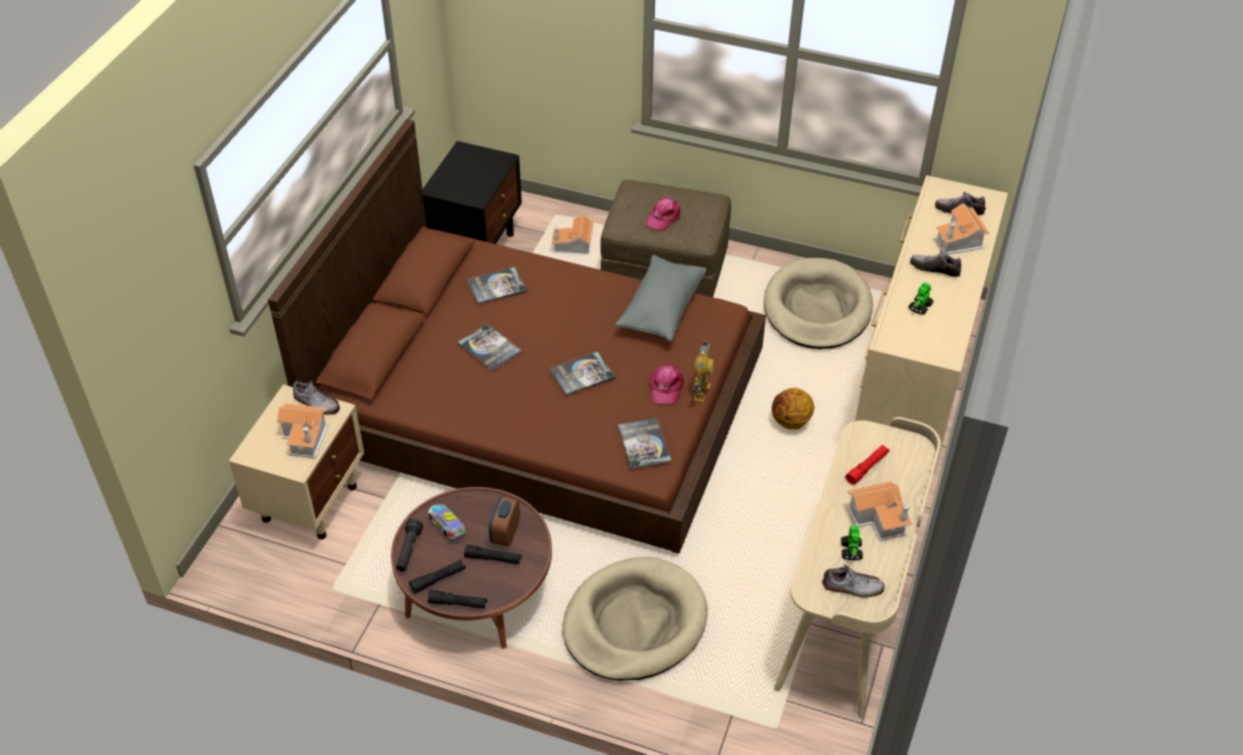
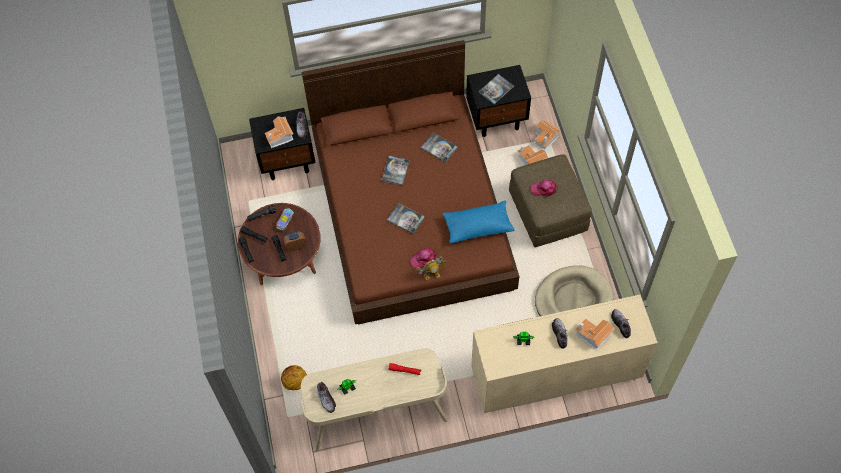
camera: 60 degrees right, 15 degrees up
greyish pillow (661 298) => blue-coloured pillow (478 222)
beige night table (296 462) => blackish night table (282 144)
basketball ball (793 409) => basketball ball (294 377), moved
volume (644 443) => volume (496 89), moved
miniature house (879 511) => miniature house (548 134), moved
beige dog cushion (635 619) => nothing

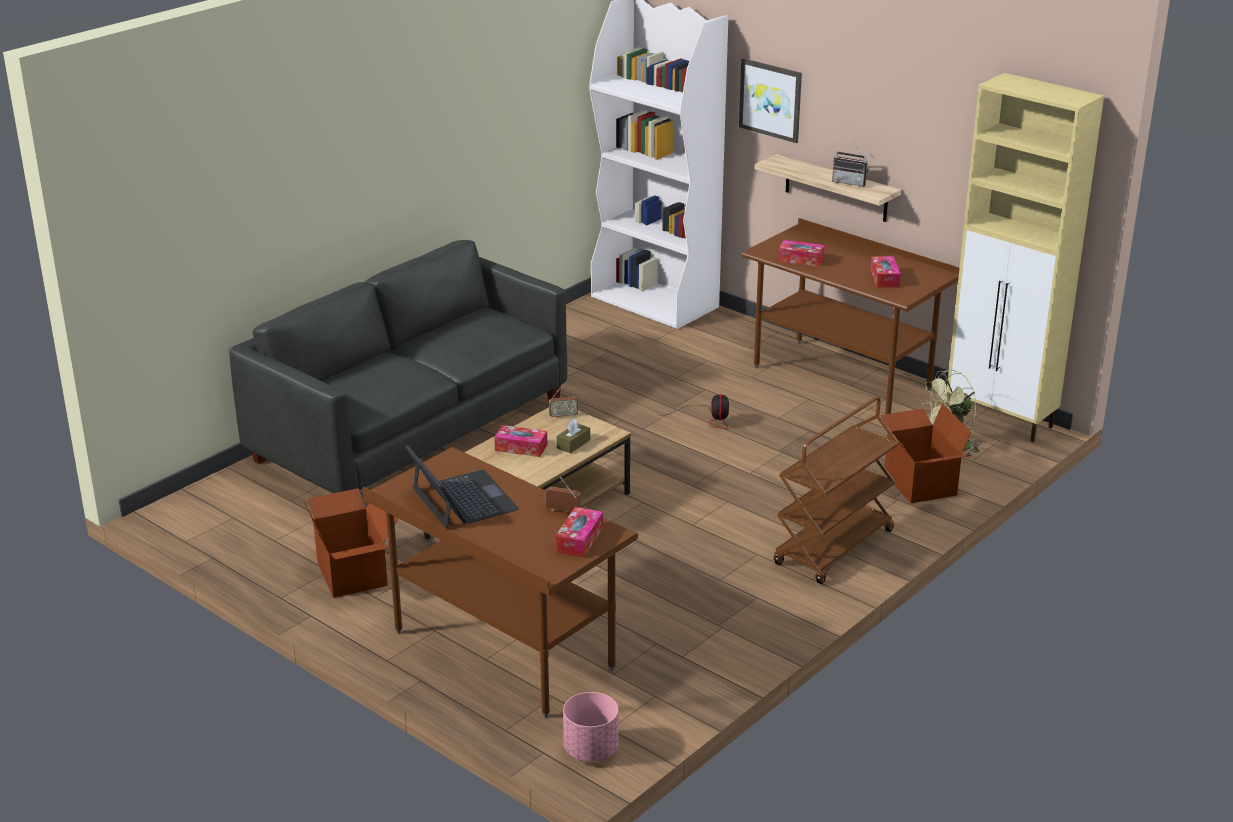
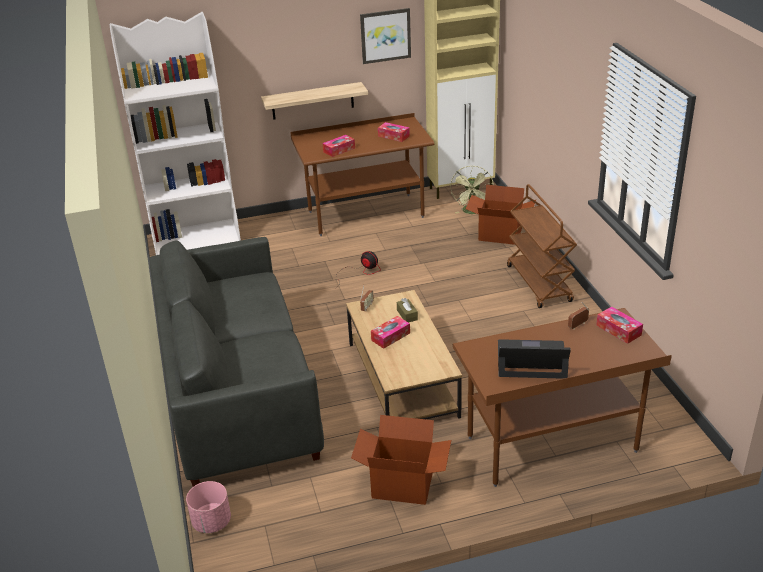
camera: 55 degrees left, 5 degrees up
wall art (770 100) => wall art (385 36), moved
radio (850 164) => nothing
pinkish planter (591 727) => pinkish planter (208 507), moved

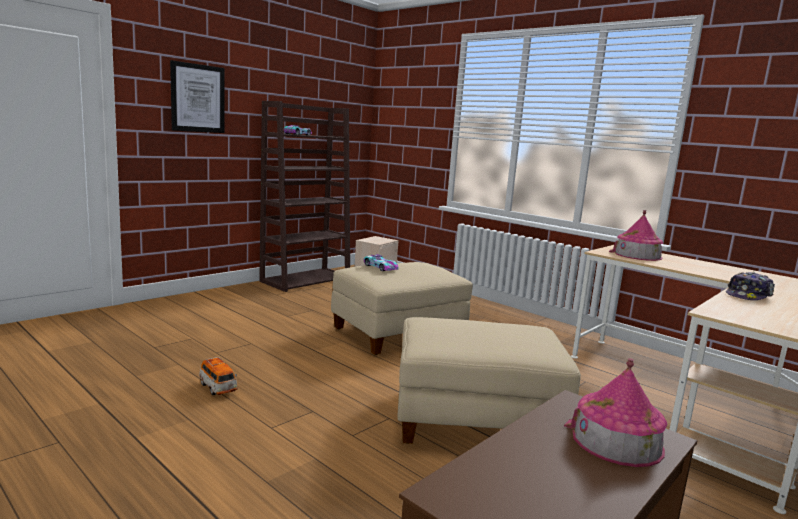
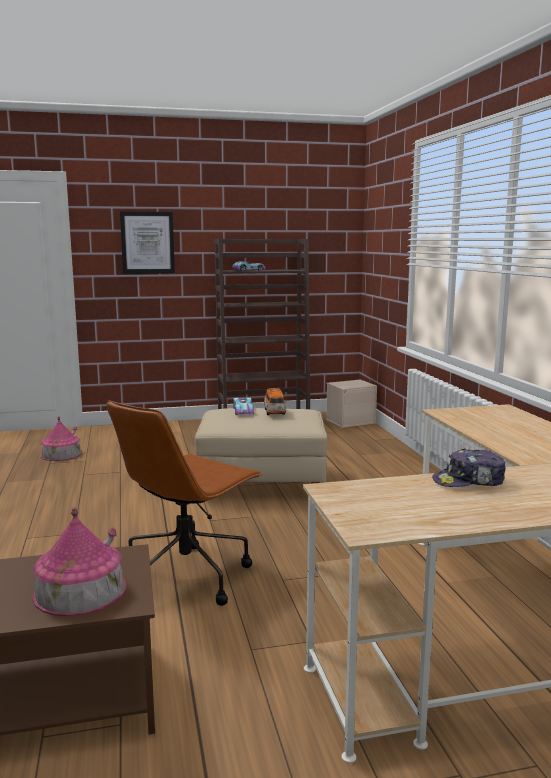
camera: 35 degrees right, 0 degrees up
miniature house (636 235) => miniature house (61 438), moved
beige ottoman (489 380) => brown-coloured desk chair (184 503)
toy car (218 376) => toy car (275 401), moved

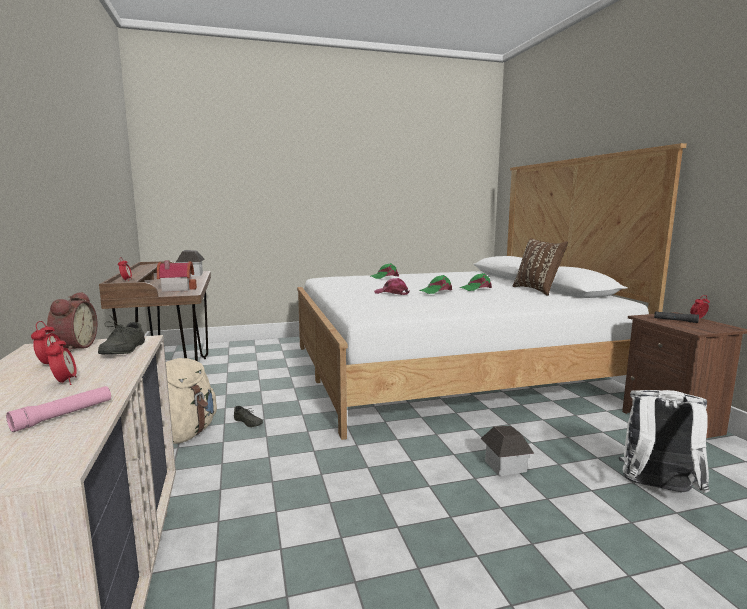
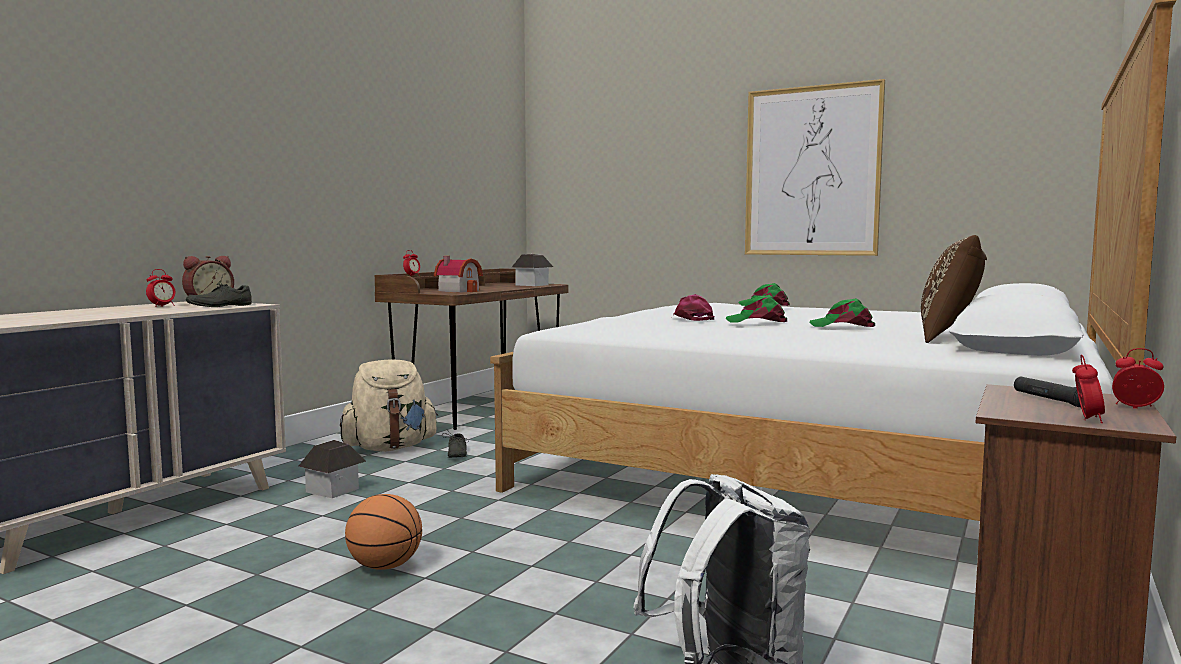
camera: 45 degrees right, 5 degrees down
bedside clock (61 360) => bedside clock (1088 388), moved
pinkish hand torch (58 409) => nothing
miniature house (507 451) => miniature house (332 469), moved
nothing => wall art (815 167)
nothing => basketball ball (383 532)

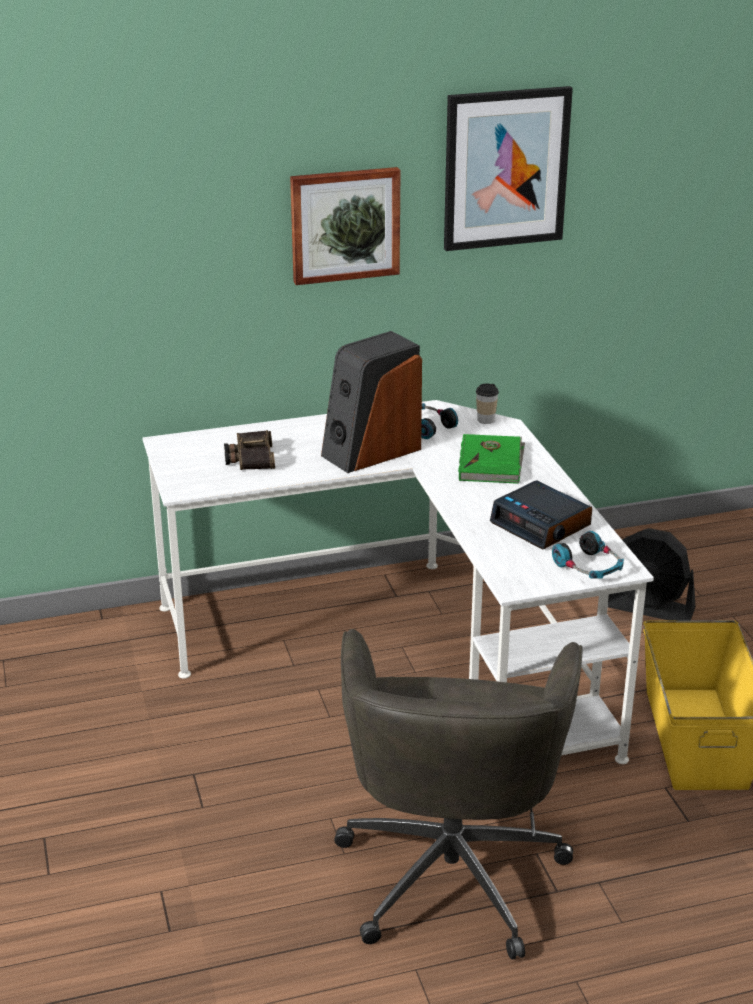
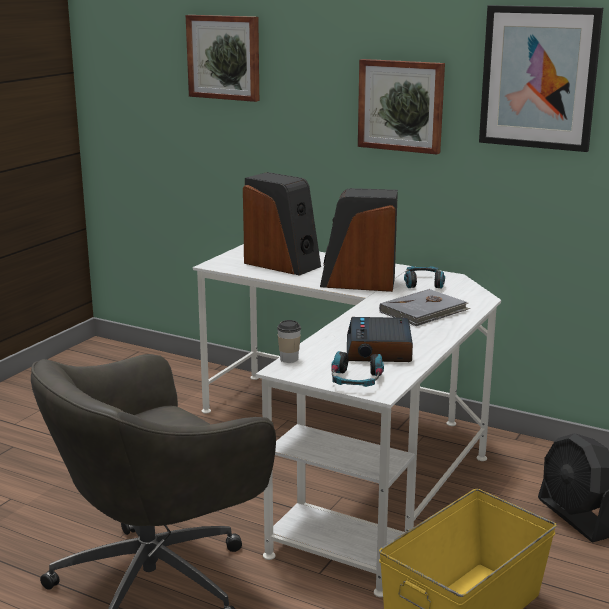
camera: 45 degrees right, 10 degrees down
cup (487 404) => cup (289 341), moved
binoculars (249 450) => audio speaker (282 224)
greenish volume (491 459) => greyish volume (424 307)
nothing => wall art (222 58)

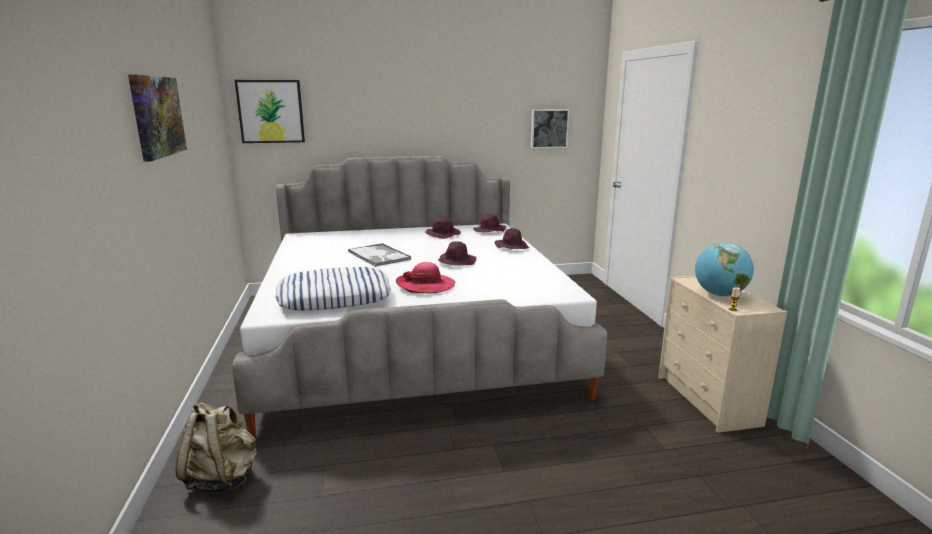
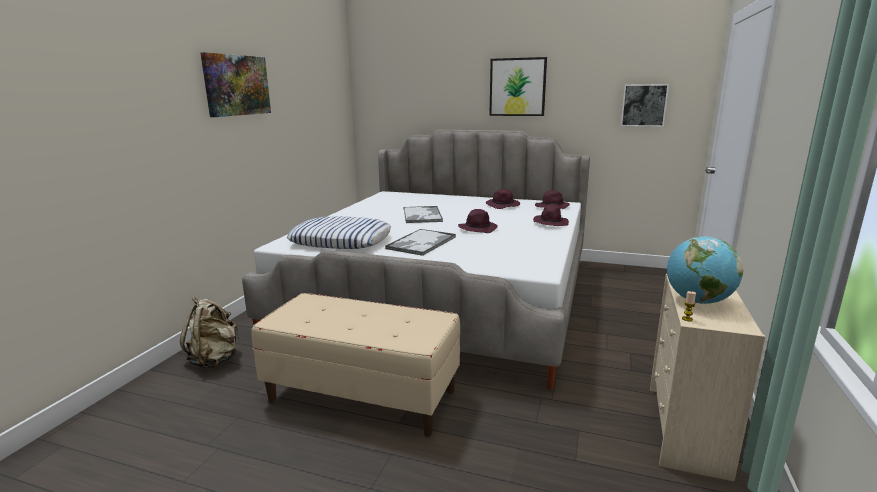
camera: 30 degrees right, 0 degrees up
wall art (270 111) => wall art (518 86), moved
hat (425 277) => serving tray (420 242)
nothing => beige long seat (355 365)

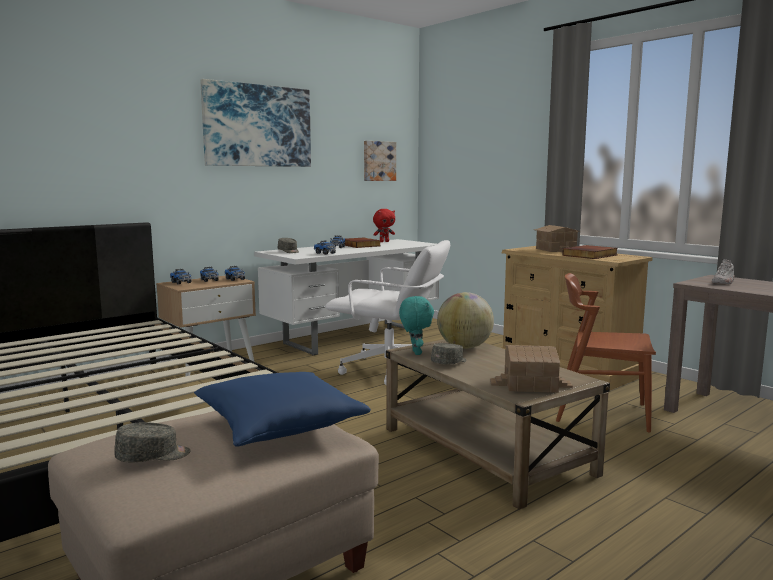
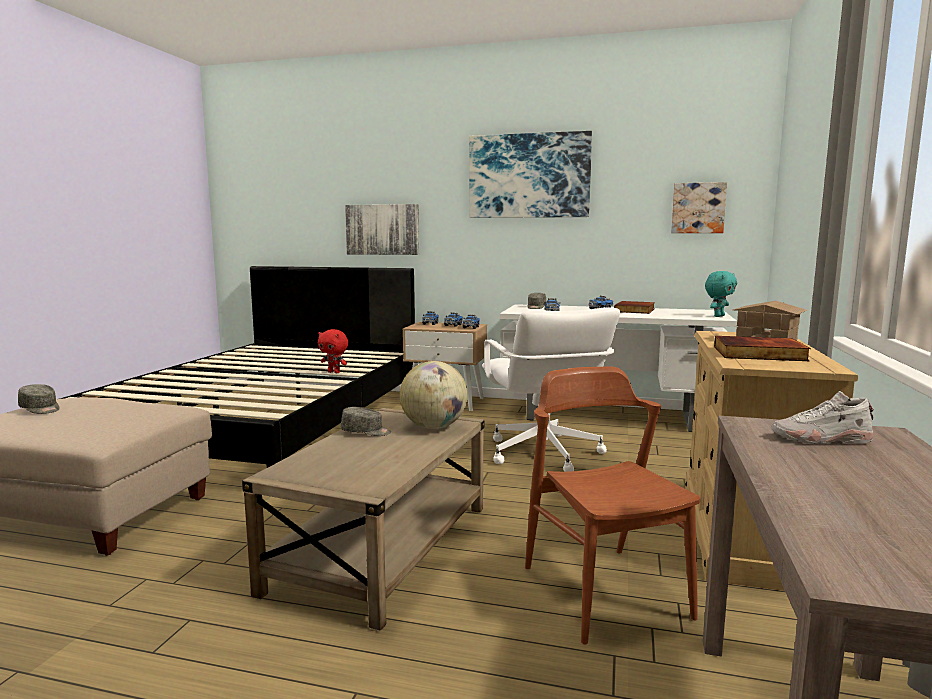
camera: 55 degrees right, 0 degrees up
red-coloured soft toy (384 225) => red-coloured soft toy (333 351), moved
turquoise-coloured soft toy (416 325) => turquoise-coloured soft toy (721 294), moved
miniature house (531 369) => nothing
blue-coloured pillow (282 409) => nothing
nothing => wall art (382 229)

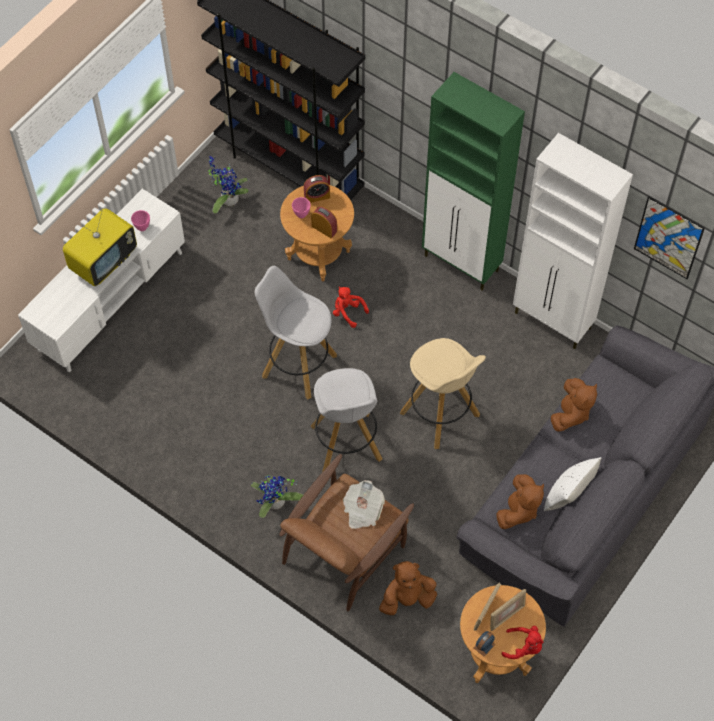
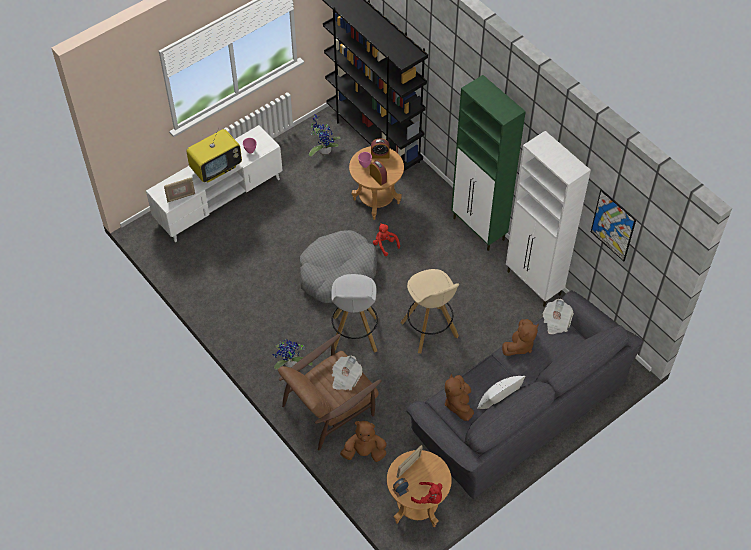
camera: 15 degrees right, 5 degrees down
white sitting stool (296 333) => greyish dog cushion (338 266)
brown-coloured soft toy (520 501) => brown-coloured soft toy (459 397), 135 degrees clockwise
picture frame (508 610) => picture frame (179 189), moved
nothing => newspaper (558 316)

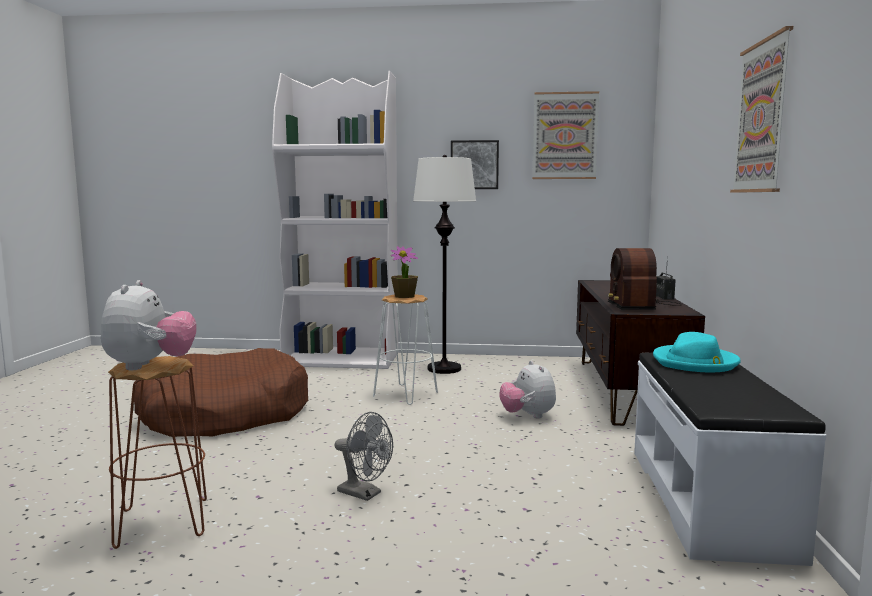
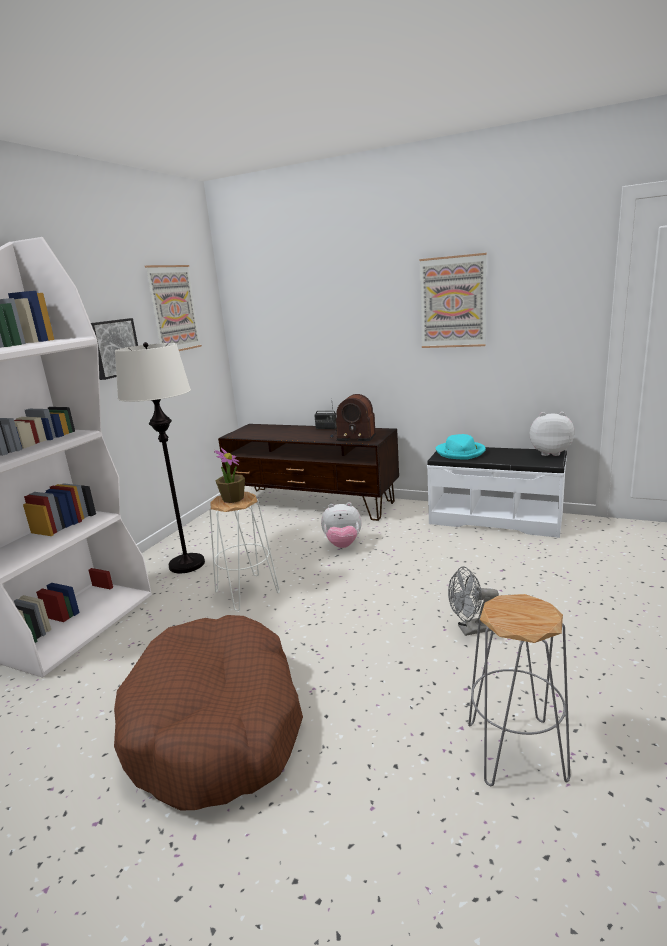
camera: 70 degrees left, 10 degrees up
soft toy (149 325) => soft toy (552 434), moved
brown-coloured sitting stool (157 452) => greyish sitting stool (519 690)
greyish cooling fan (364 456) => greyish cooling fan (473 601), 150 degrees counterclockwise

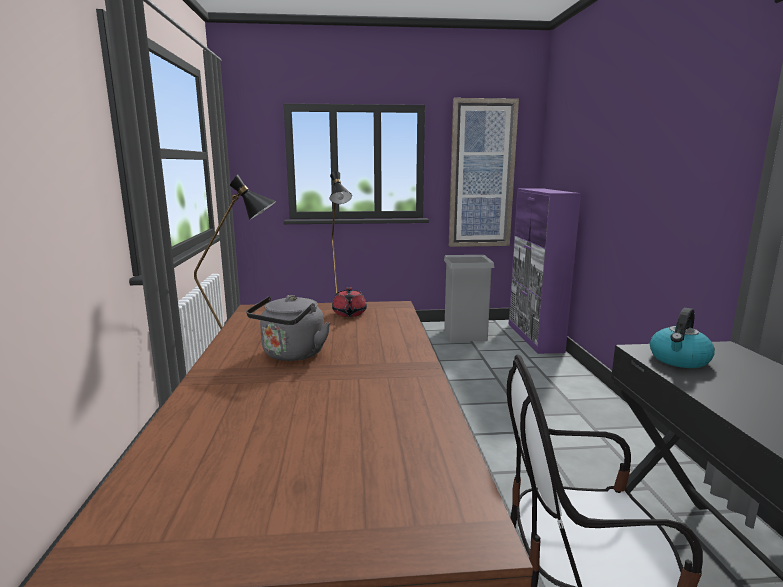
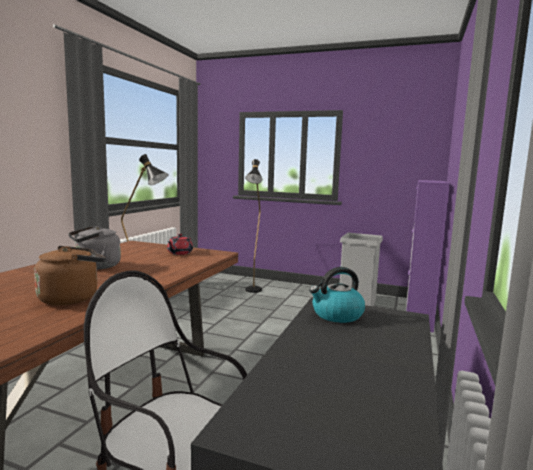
camera: 25 degrees right, 5 degrees down
wall art (484 172) => nothing
nothing => brown-coloured kettle (69 275)

